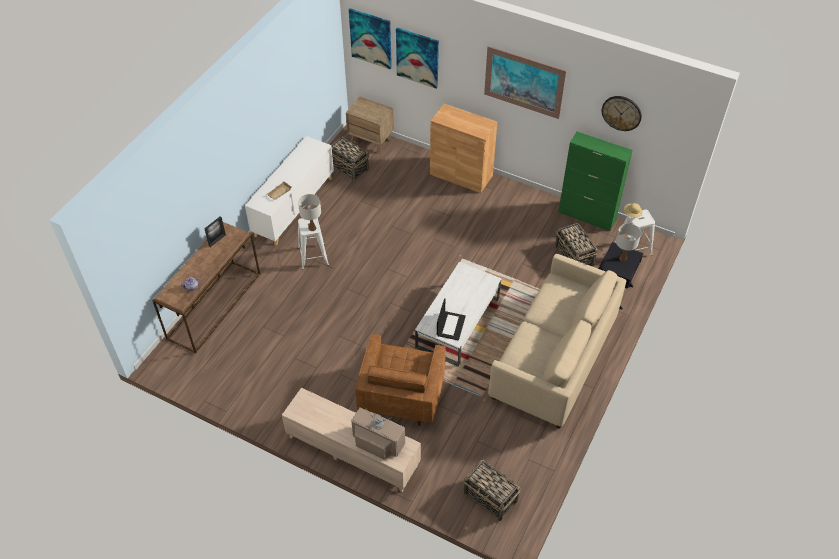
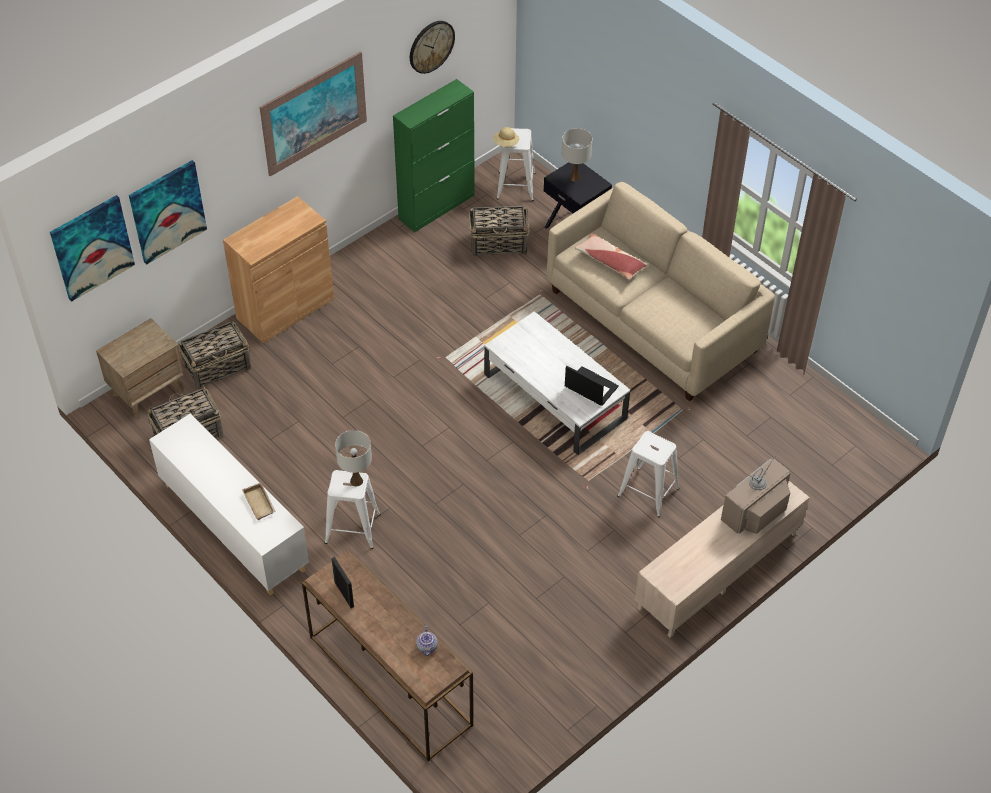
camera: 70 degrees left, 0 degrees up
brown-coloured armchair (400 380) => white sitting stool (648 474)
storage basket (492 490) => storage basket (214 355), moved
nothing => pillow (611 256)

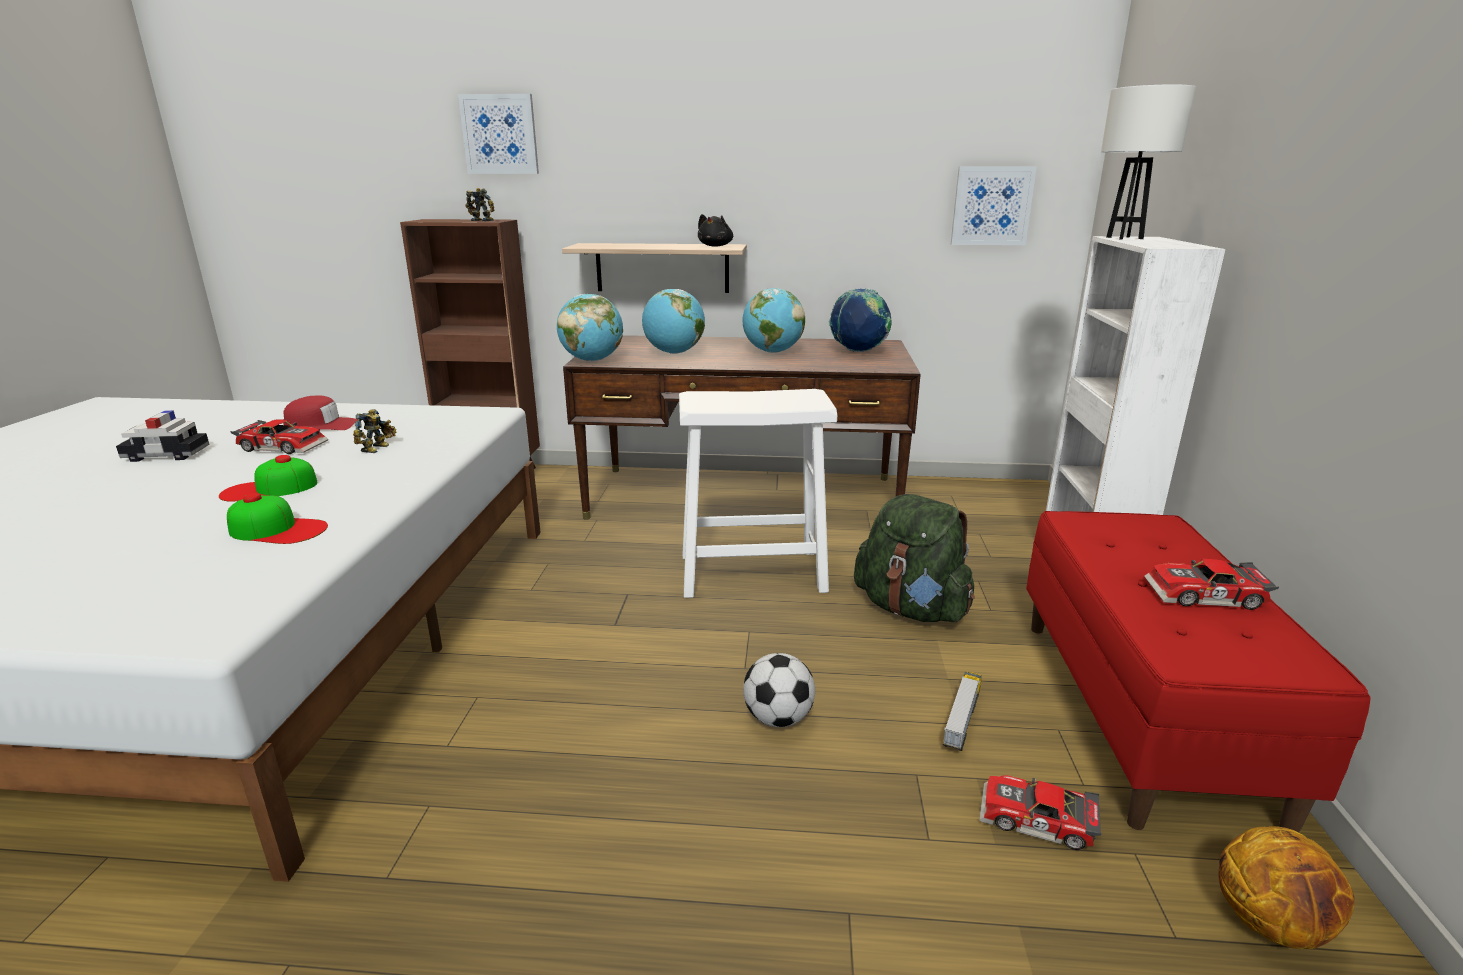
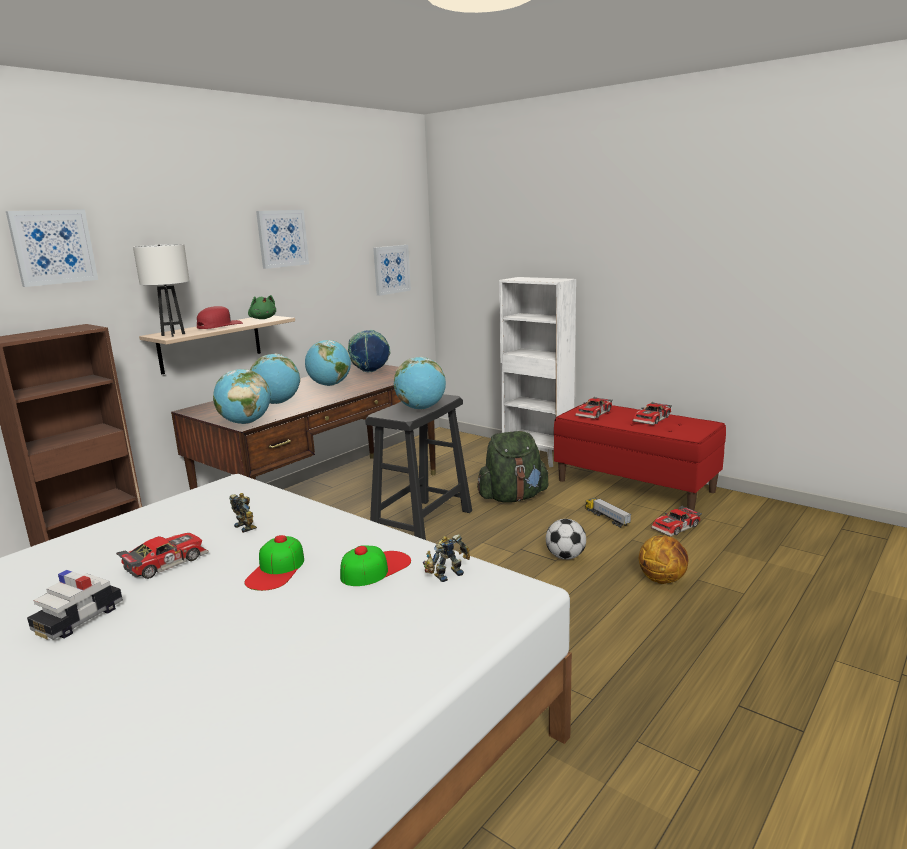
camera: 55 degrees left, 5 degrees down
white lamp for a table (1148 162) => white lamp for a table (161 290), moved
toy robot (479 205) => toy robot (446 558), moved
blackish soft toy (715 230) => greenish soft toy (262 307)
white sitting stool (758 493) => blackish sitting stool (418 467)
red-coloured baseball cap (320 412) => red-coloured baseball cap (220 317), moved
basketball ball (1286 887) => basketball ball (663 559), moved
nothing => wall art (282 239)
nothing => world globe (420 383)
nothing => toy car (594 408)

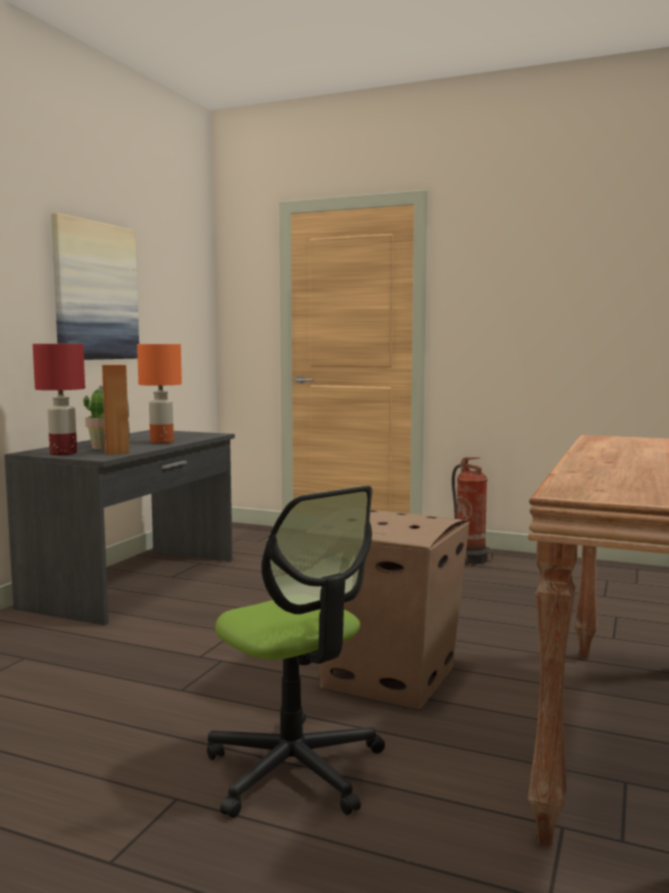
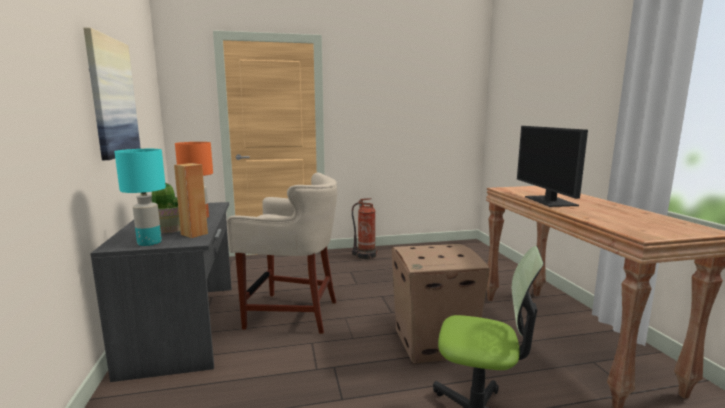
camera: 35 degrees left, 5 degrees up
red-coloured lamp for a table (59 399) => turquoise-coloured lamp for a table (140 197)
nothing => computer display (552 166)
nothing => beige sitting stool (282 253)

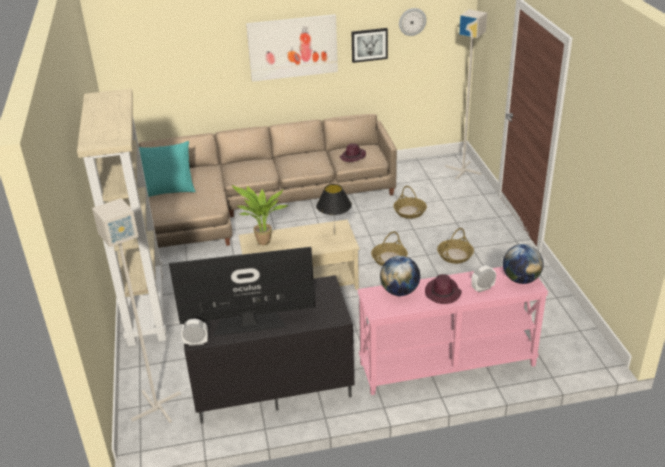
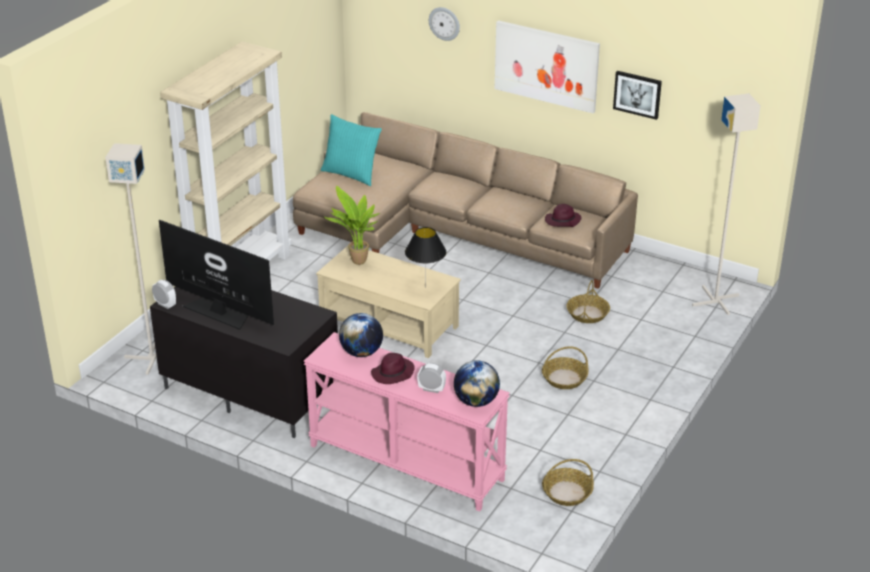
camera: 40 degrees right, 0 degrees up
hanging clock (413 22) => hanging clock (444 24), moved
storage basket (389 248) => storage basket (568 482), moved

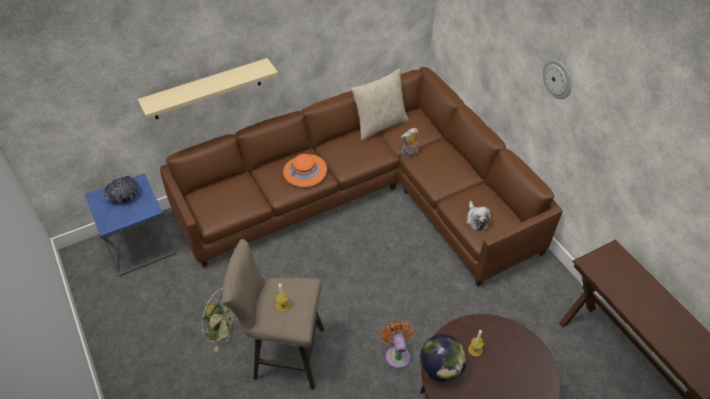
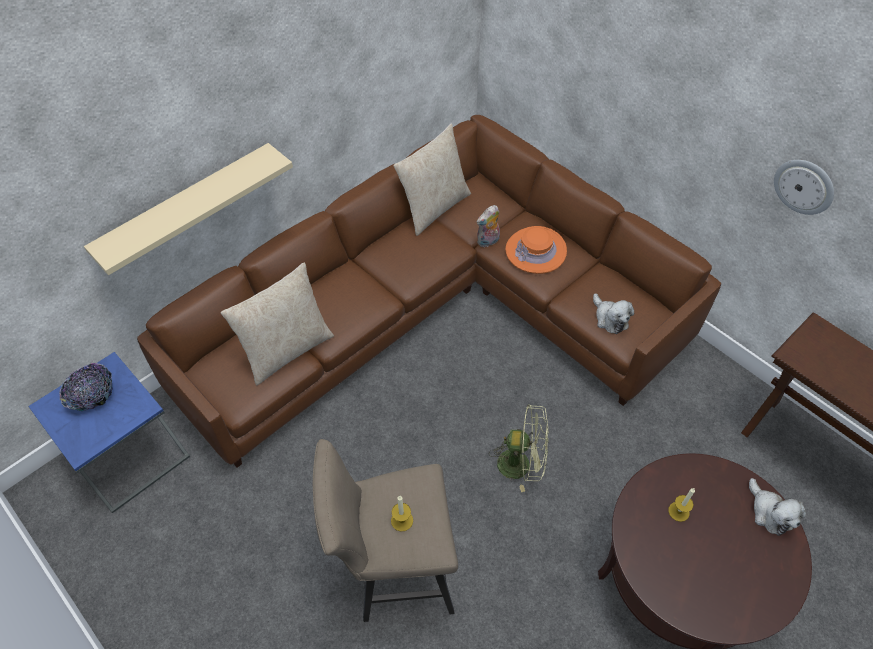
camera: 15 degrees left, 5 degrees up
hanging clock (557 79) => hanging clock (804 187), moved
orange hat (305 170) => orange hat (536 250), moved
greenish cooling fan (219 319) => greenish cooling fan (518 448), moved
orange cooling fan (397 345) => nothing
world globe (443 358) => nothing
nothing => beige pillow (277 324)
nothing => soft toy (777 507)

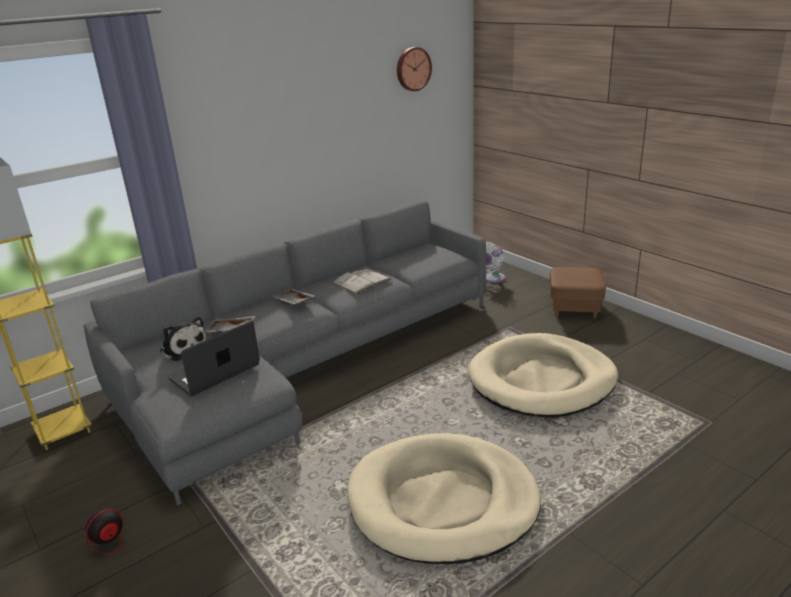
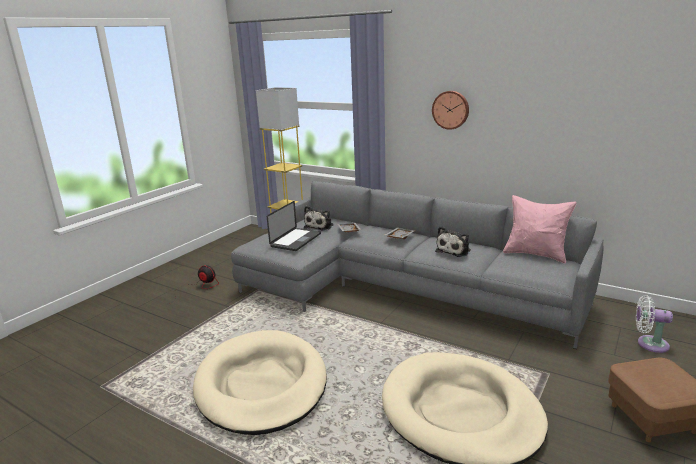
camera: 70 degrees right, 5 degrees down
hanging clock (414 69) => hanging clock (450 110), moved
white volume (361 281) => soft toy (453 241)
portable computer (214 358) => portable computer (294 226), 90 degrees clockwise
nothing => pinkish pillow (540 229)

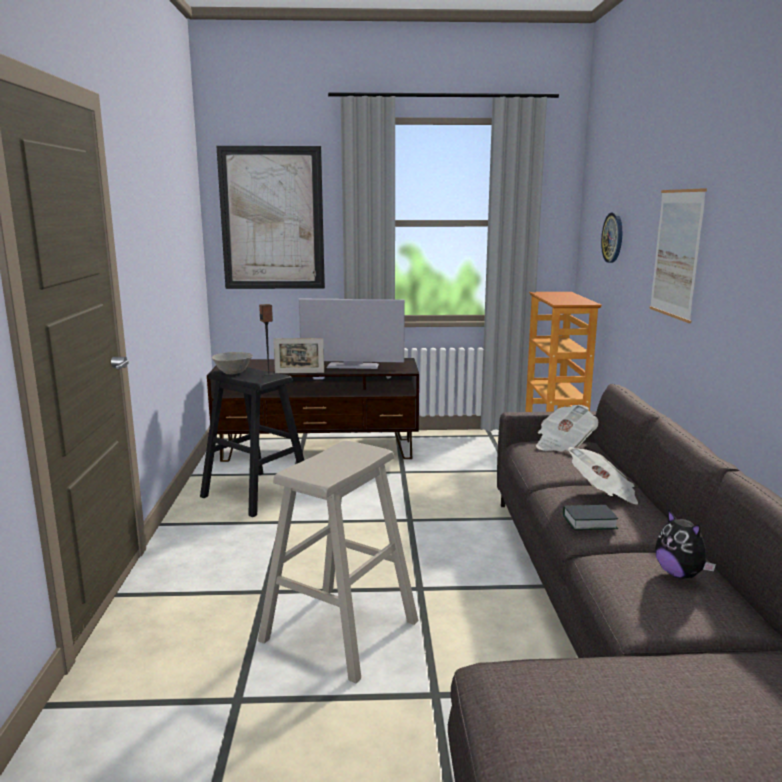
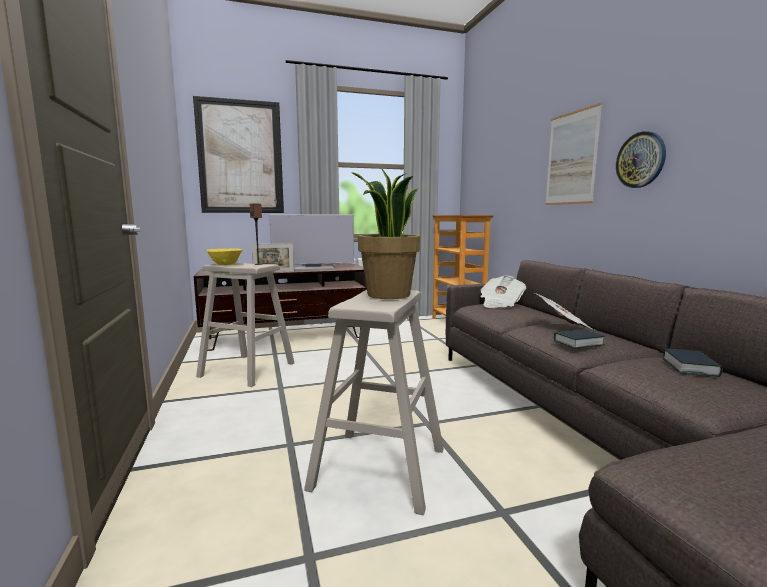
camera: 15 degrees left, 5 degrees down
hanging clock (611 237) => hanging clock (641 159), moved
greyish deep dish (232 363) => yellow-coloured deep dish (224 257)
blackish sitting stool (252 442) => beige sitting stool (245 324)
soft toy (685 544) => volume (693 362)
nothing => houseplant (385 234)

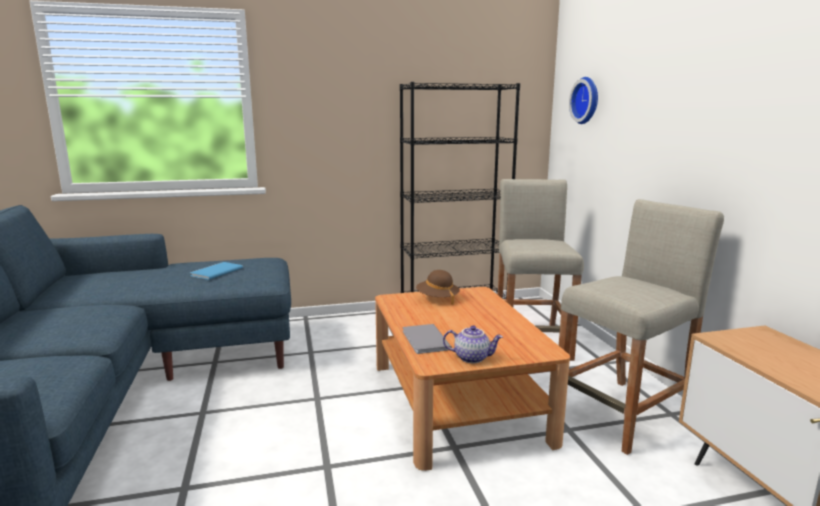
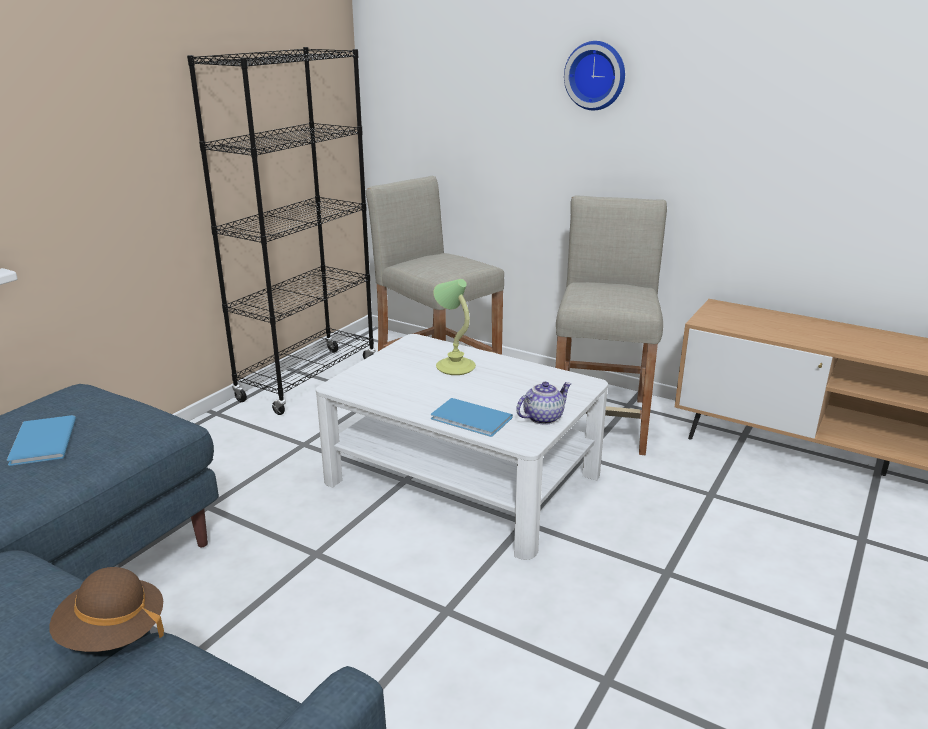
camera: 45 degrees left, 10 degrees up
hanging clock (583 100) => hanging clock (594 75), moved
brown-coloured hat (438 287) => brown-coloured hat (106 609), moved
brown-coloured low table (472 379) => white low table (462 447)
greyish volume (427 339) => blue-coloured volume (472 417)
nothing => lamp for a table (454 327)

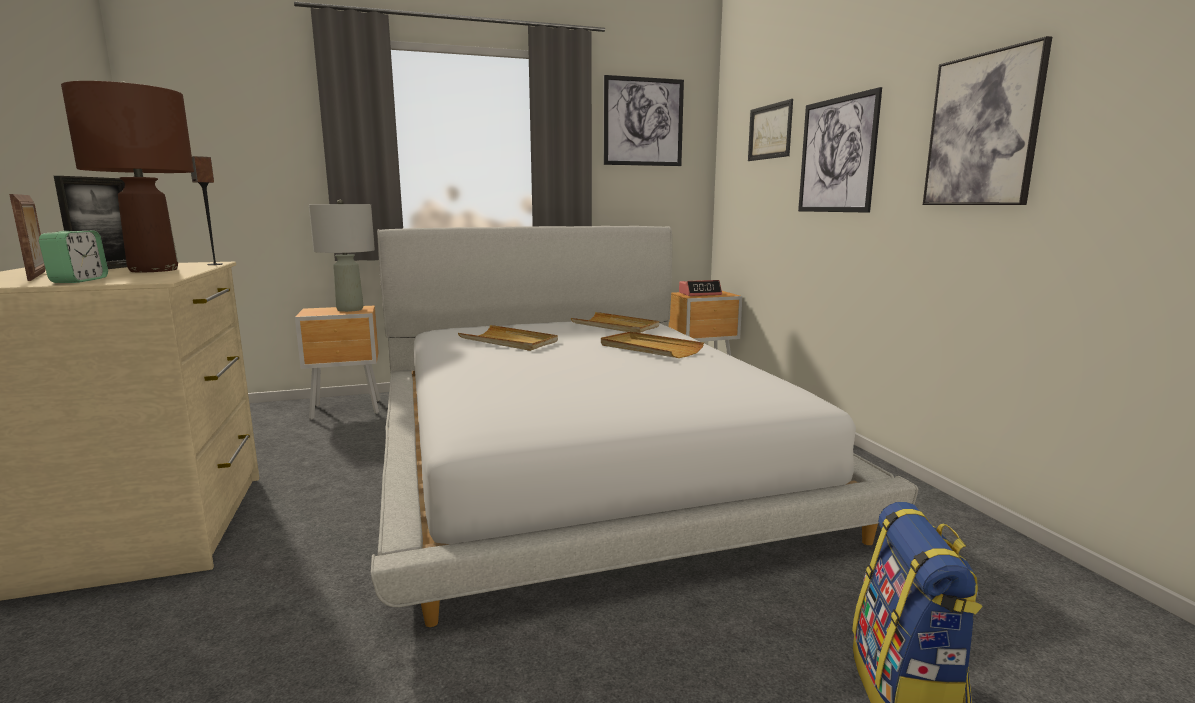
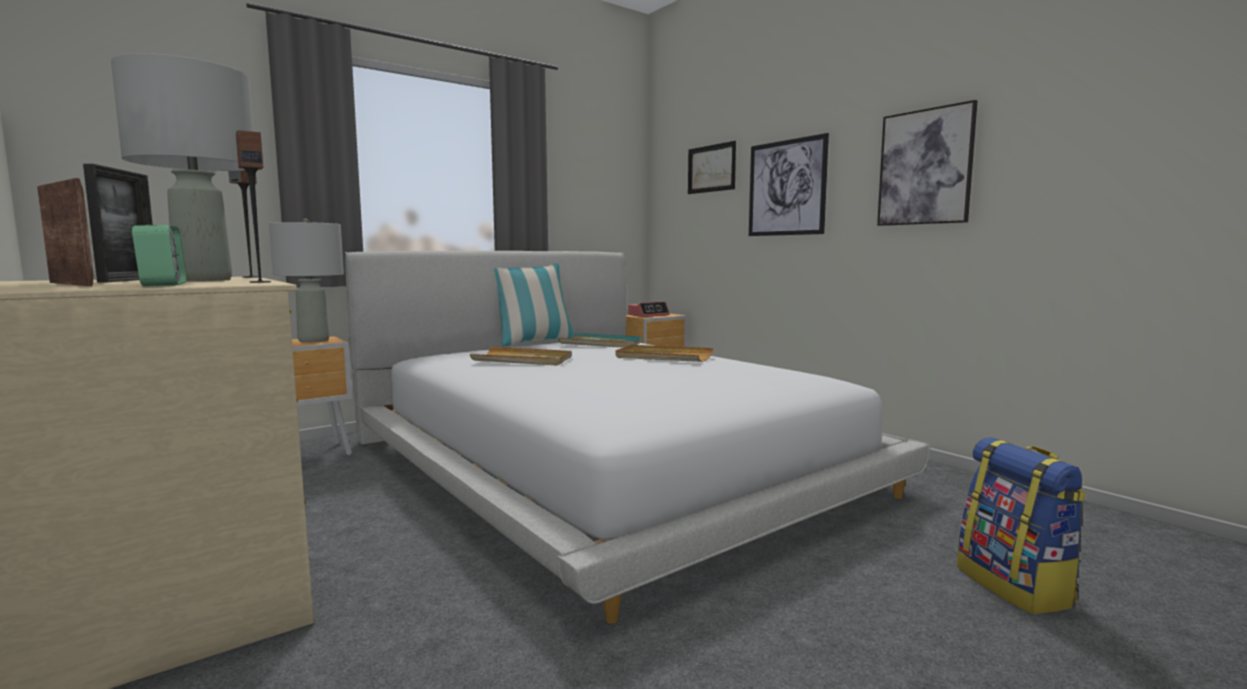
camera: 20 degrees left, 5 degrees down
wall art (644 120) => nothing
brown-coloured lamp for a table (127 176) => greyish lamp for a table (182 167)
beige serving tray (615 322) => turquoise-coloured serving tray (600 340)
nothing => audio speaker (253 206)
nothing => pillow (534 304)

